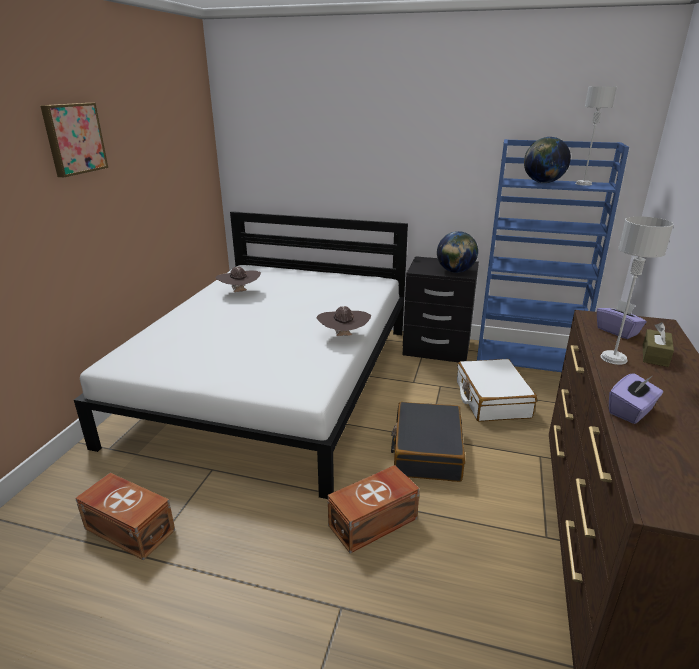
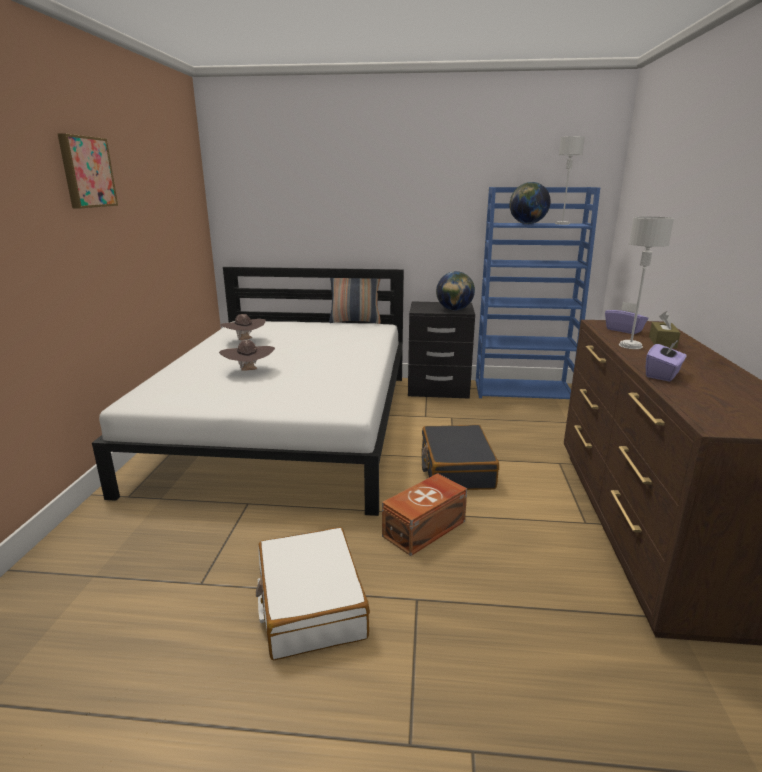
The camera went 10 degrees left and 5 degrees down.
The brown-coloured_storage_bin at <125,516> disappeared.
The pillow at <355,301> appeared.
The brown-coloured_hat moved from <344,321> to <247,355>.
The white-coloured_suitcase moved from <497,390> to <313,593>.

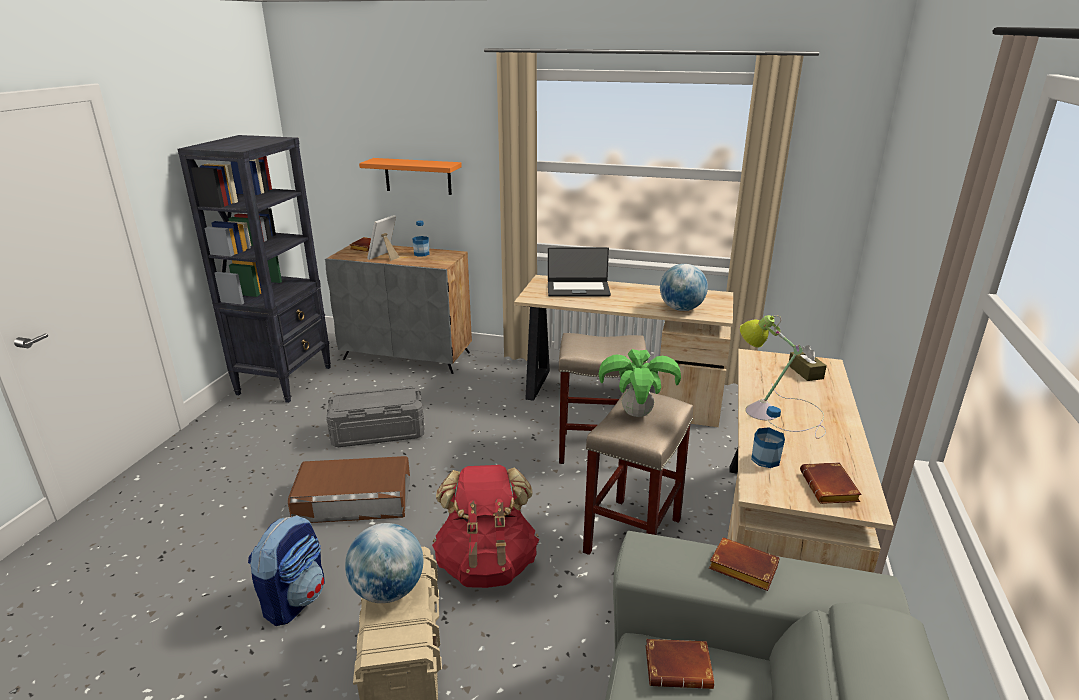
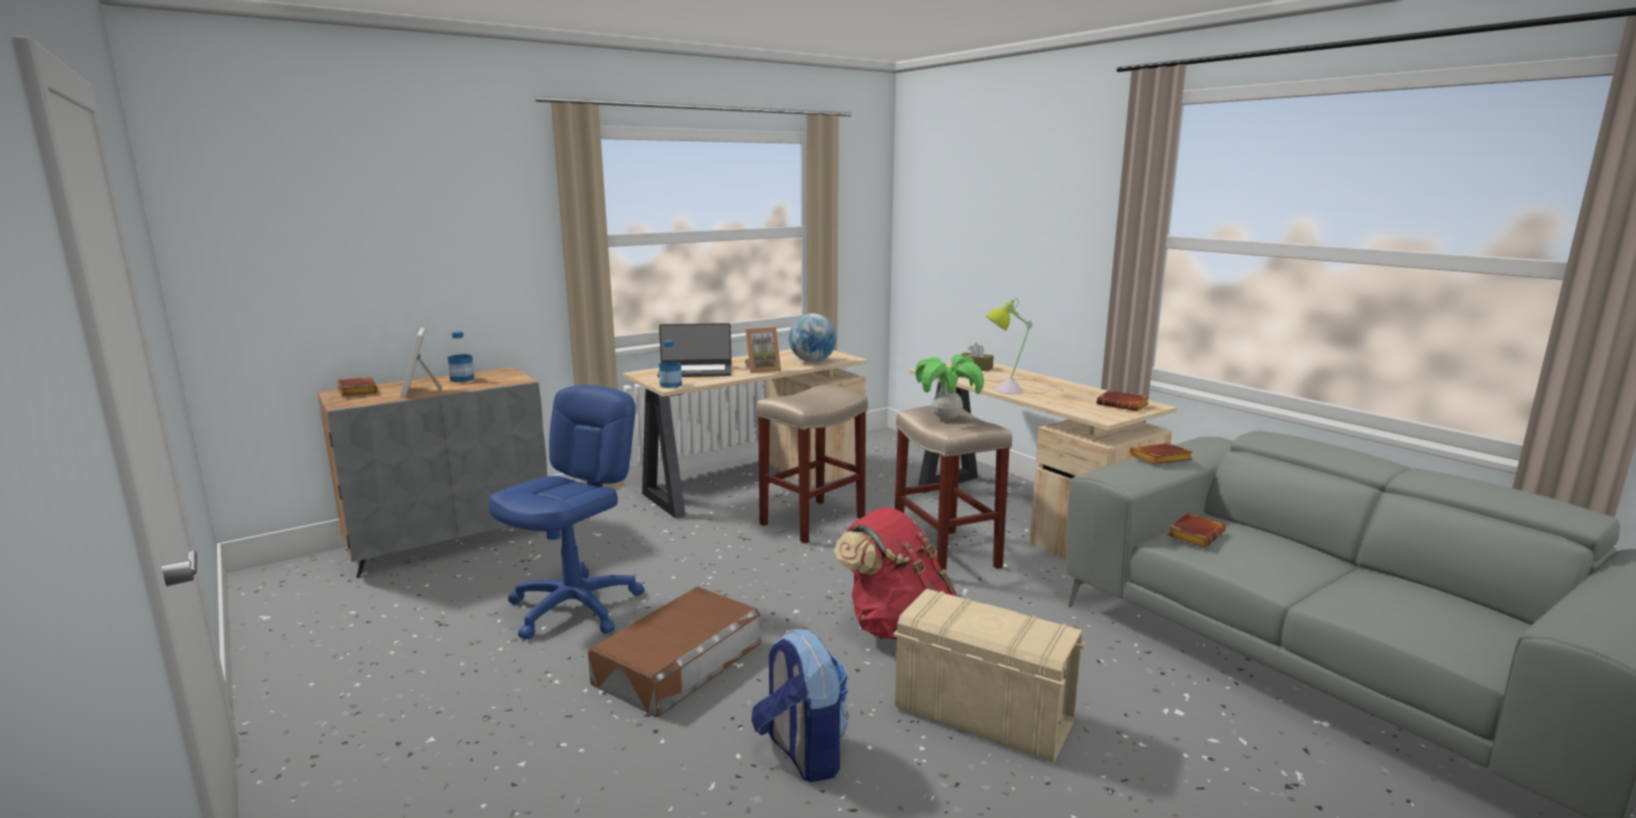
The camera went 50 degrees left and 10 degrees down.
The black_bookcase at <254,269> disappeared.
The world_globe at <384,563> disappeared.
The orange-coloured_wall_shelf at <410,176> disappeared.
The photo_frame at <763,350> appeared.
The drink_bottle moved from <768,437> to <670,364>.
The grey_storage_bin at <375,416> was replaced by the blue-coloured_desk_chair at <566,512>.
The portable_computer at <579,272> turned 45 degrees clockwise.

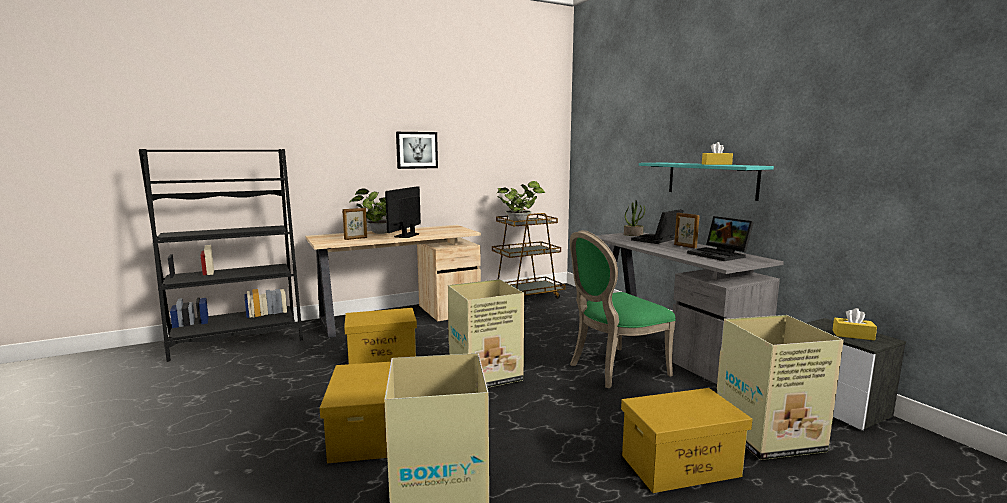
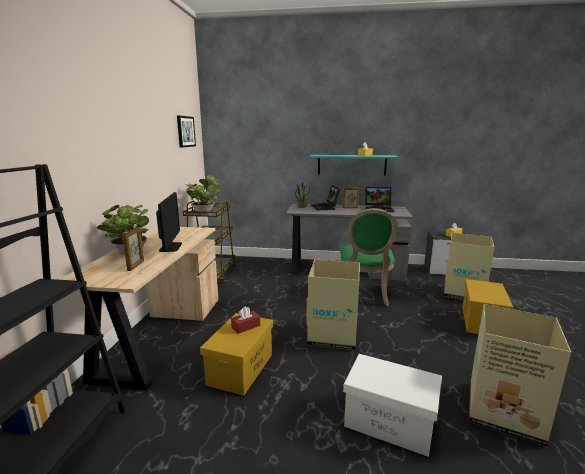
The camera went 55 degrees left and 5 degrees up.
The red_tissue_box at <245,320> appeared.
The picture moved from <417,150> to <186,132>.
The yellow_storage_bin at <355,412> became the white-coloured_storage_bin at <392,405>.
The computer_display at <403,212> turned 150 degrees counterclockwise.

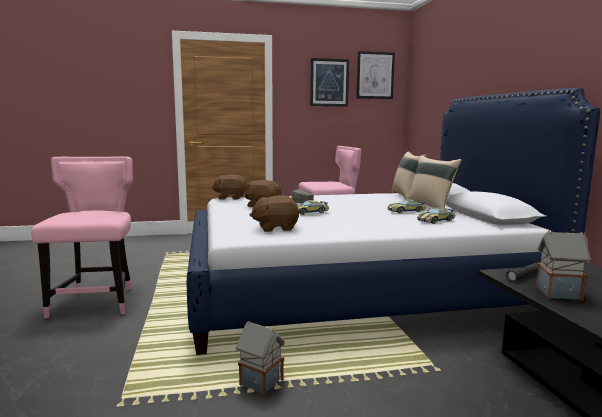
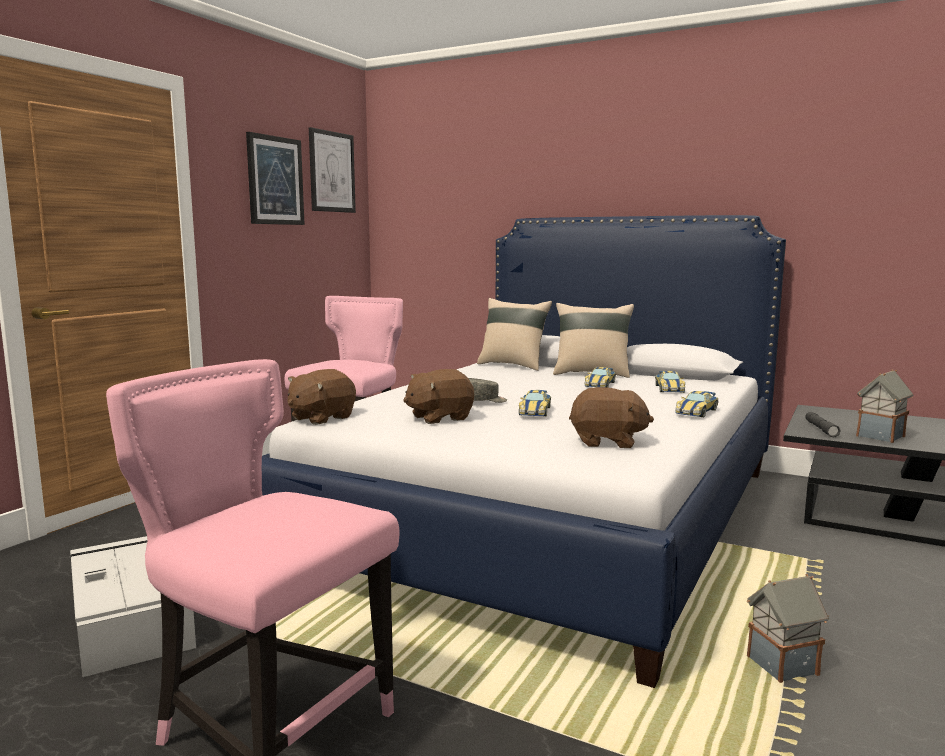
The camera went 50 degrees left and 0 degrees up.
The grey_storage_bin at <133,606> appeared.
The toy_car at <697,404> appeared.
The brown-coloured_soft_toy at <274,213> turned 105 degrees counterclockwise.

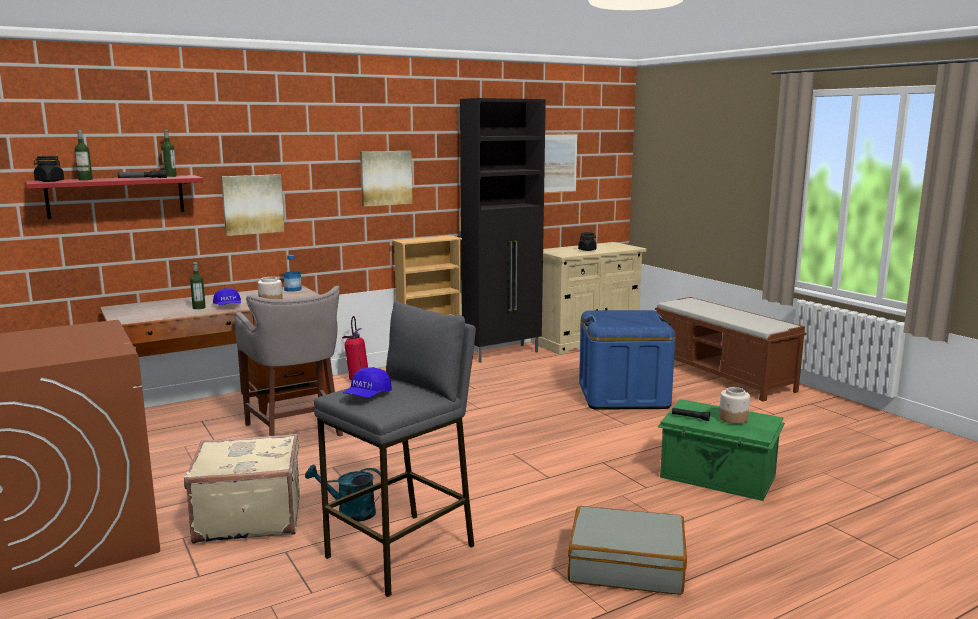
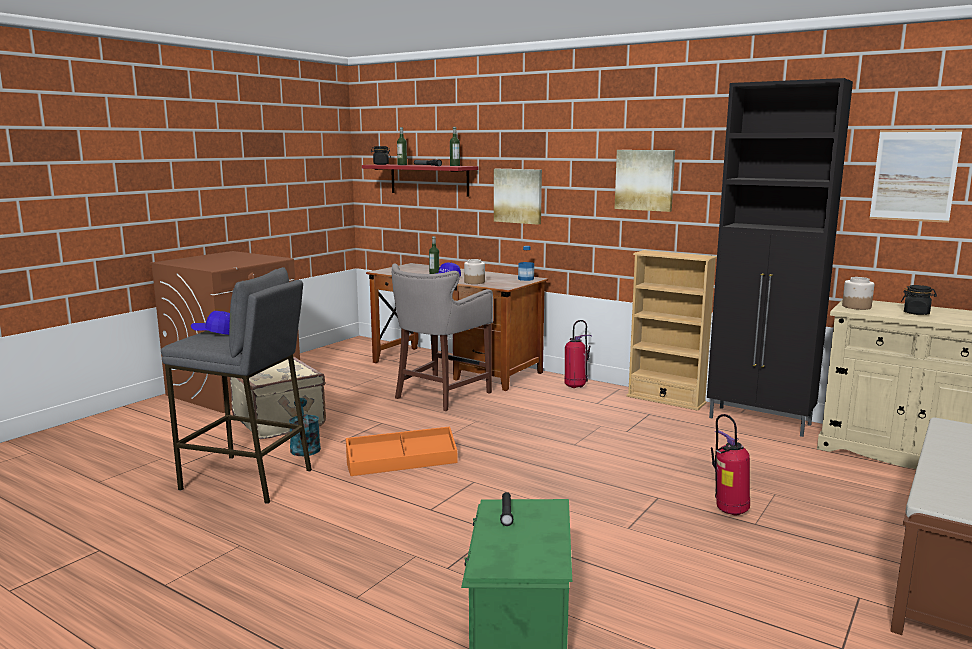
The camera went 65 degrees right and 0 degrees up.
The grey_suitcase at <627,550> disappeared.
The orange-coloured_storage_bin at <401,451> appeared.
The storage_jar moved from <734,405> to <858,293>.
The blue-coloured_storage_bin at <627,360> was replaced by the fire-fighting_cylinder at <730,465>.

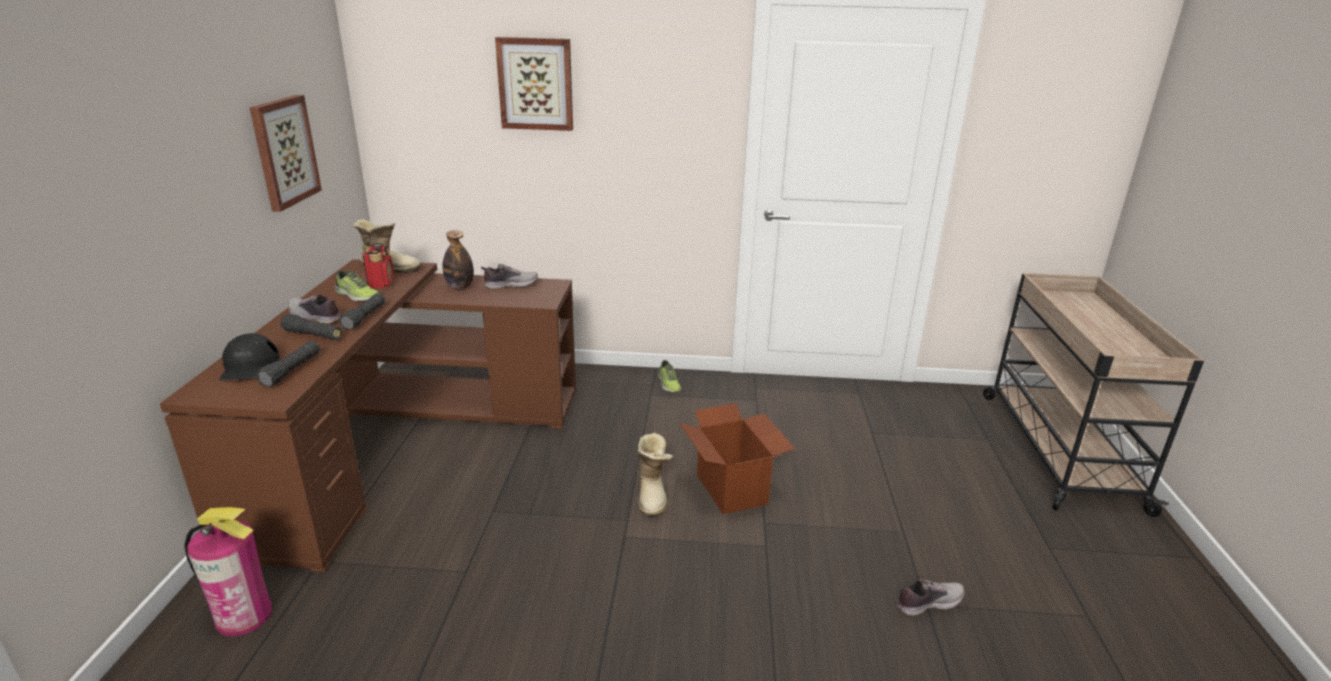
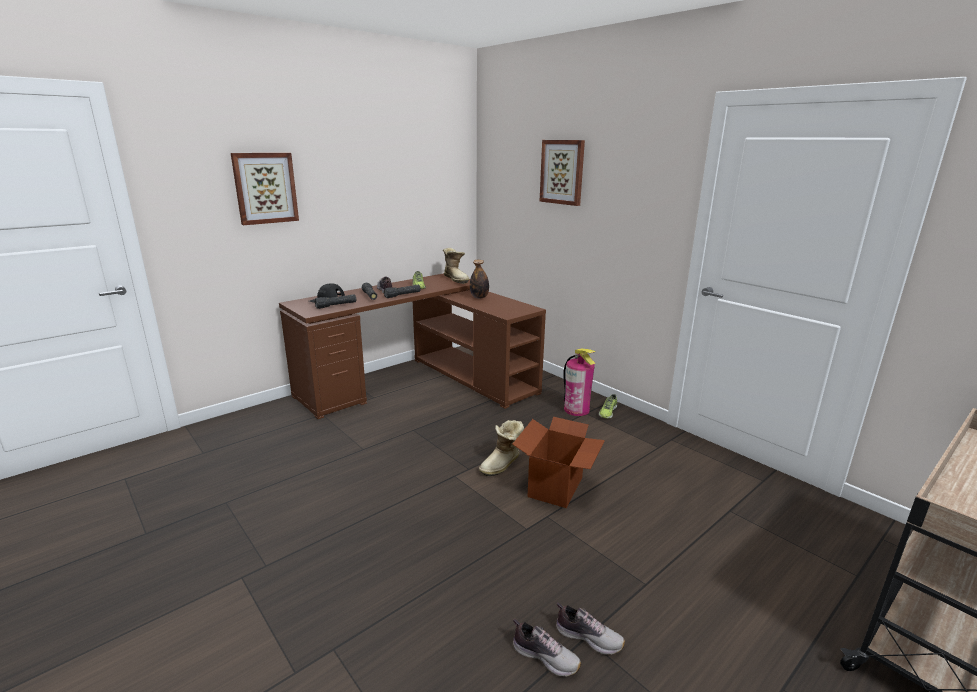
The camera went 45 degrees right and 5 degrees down.
The radio at <378,266> disappeared.
The fire-fighting_cylinder moved from <228,572> to <579,382>.
The picture moved from <285,153> to <265,189>.
The shoe moved from <509,276> to <547,647>.

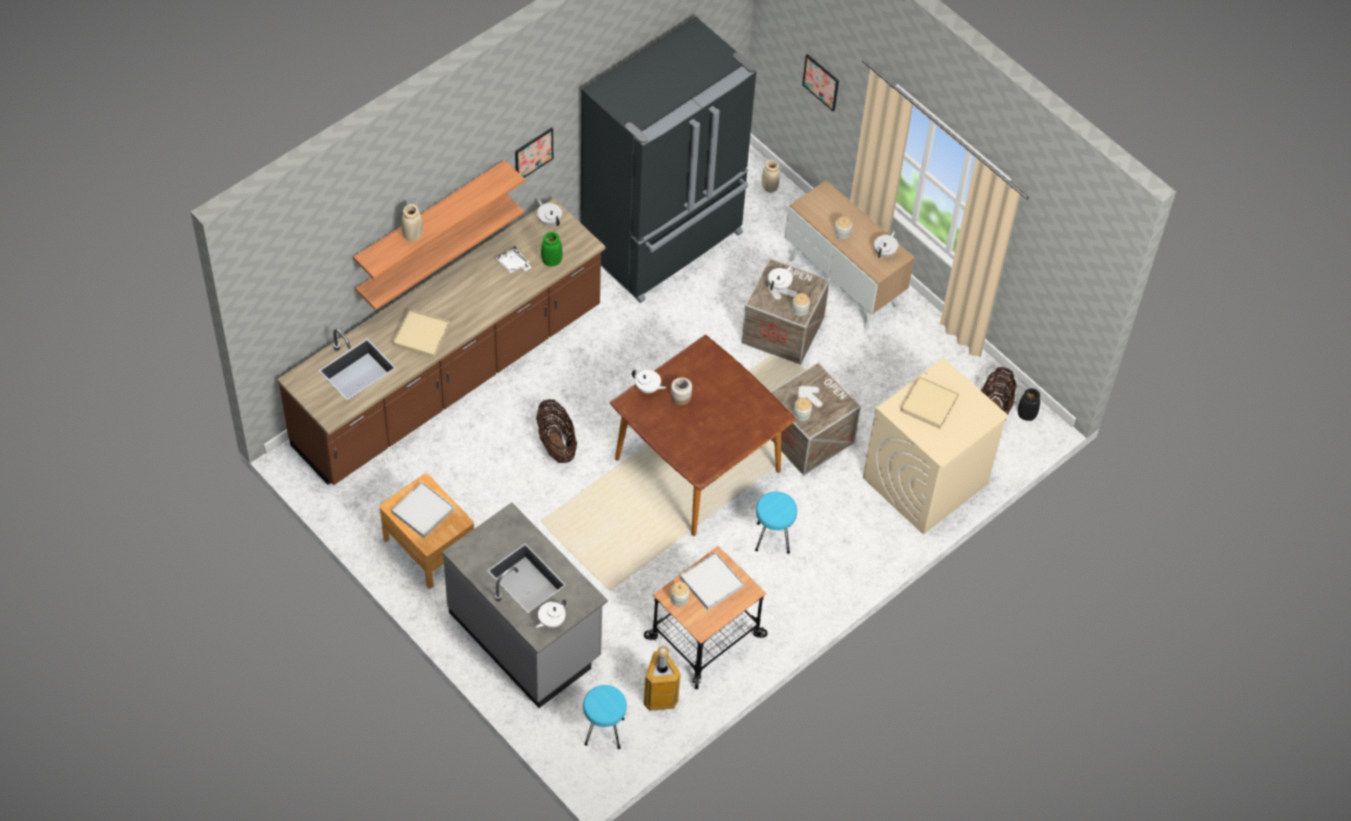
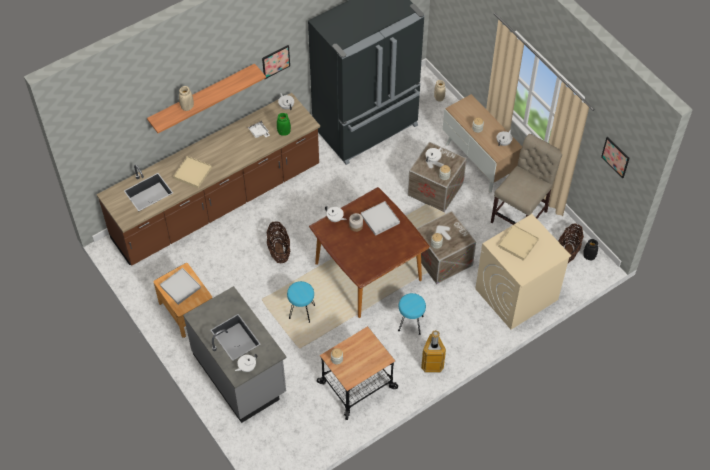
The camera went 10 degrees right and 0 degrees up.
The wall_shelf at <439,252> disappeared.
The beige-coloured_upright_chair at <526,179> appeared.
The blue-green_stool_seat moved from <605,717> to <301,302>.
The trash_can moved from <662,678> to <433,351>.
The white-coloured_tray moved from <712,581> to <380,218>.
The picture moved from <820,83> to <615,157>.

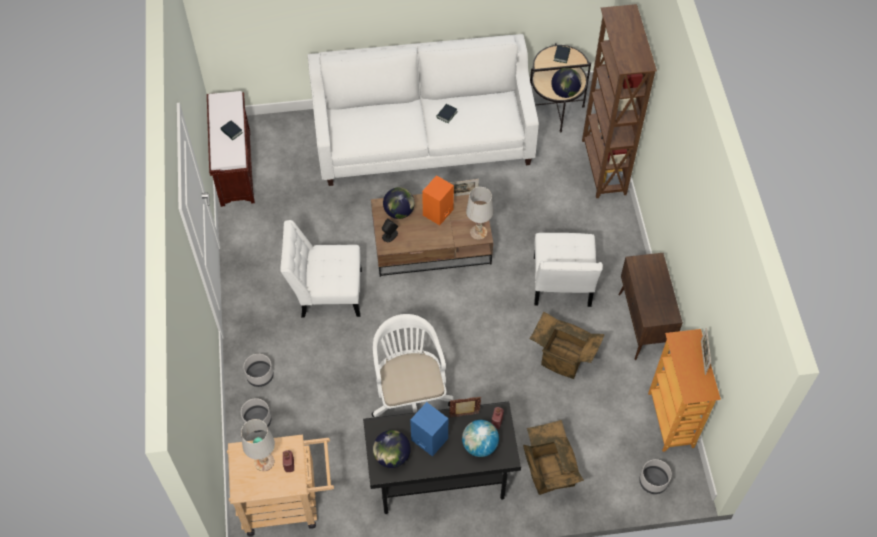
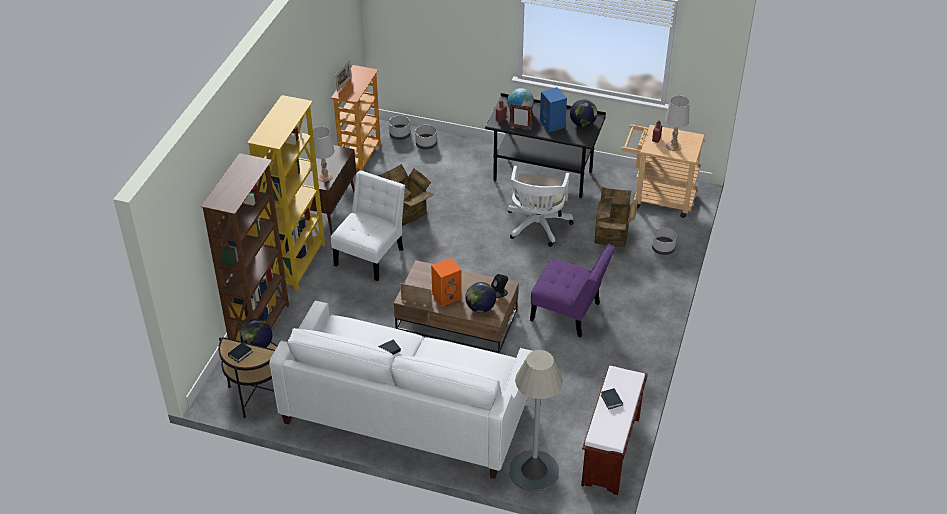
The camera went 155 degrees left and 15 degrees down.
The yellow_bookcase at <286,193> appeared.
The grey_floor_lamp at <536,421> appeared.
The grey_plant_pot moved from <259,370> to <426,137>.
The white-coloured_lamp_for_a_table moved from <479,213> to <323,154>.
The packing_box moved from <553,457> to <616,217>.
The white-coloured_upright_chair at <321,268> became the purplish_upright_chair at <572,291>.

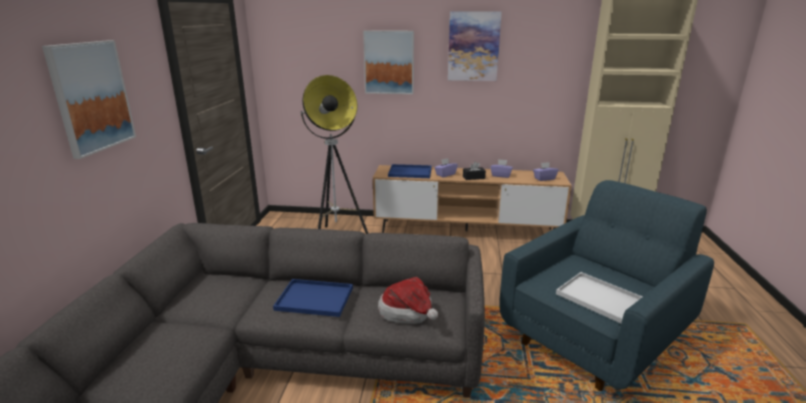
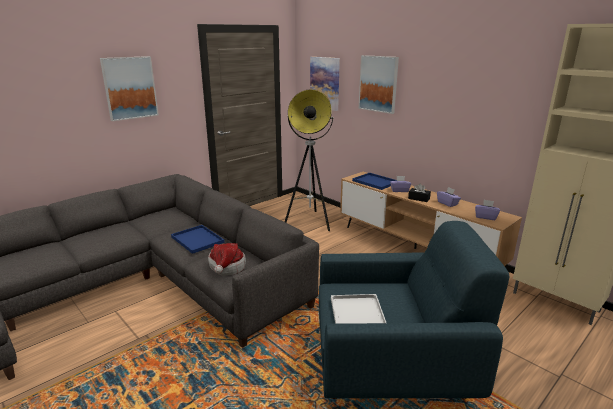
The camera went 40 degrees right and 0 degrees up.
The picture moved from <475,46> to <325,84>.

